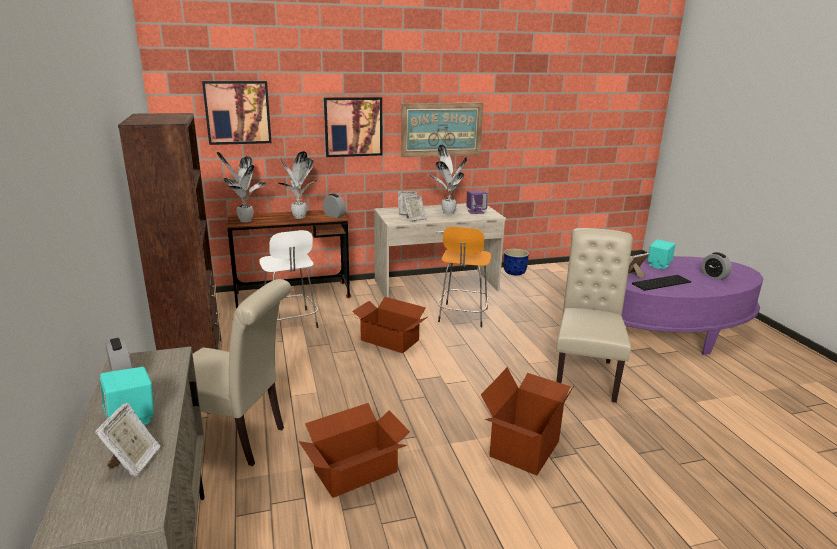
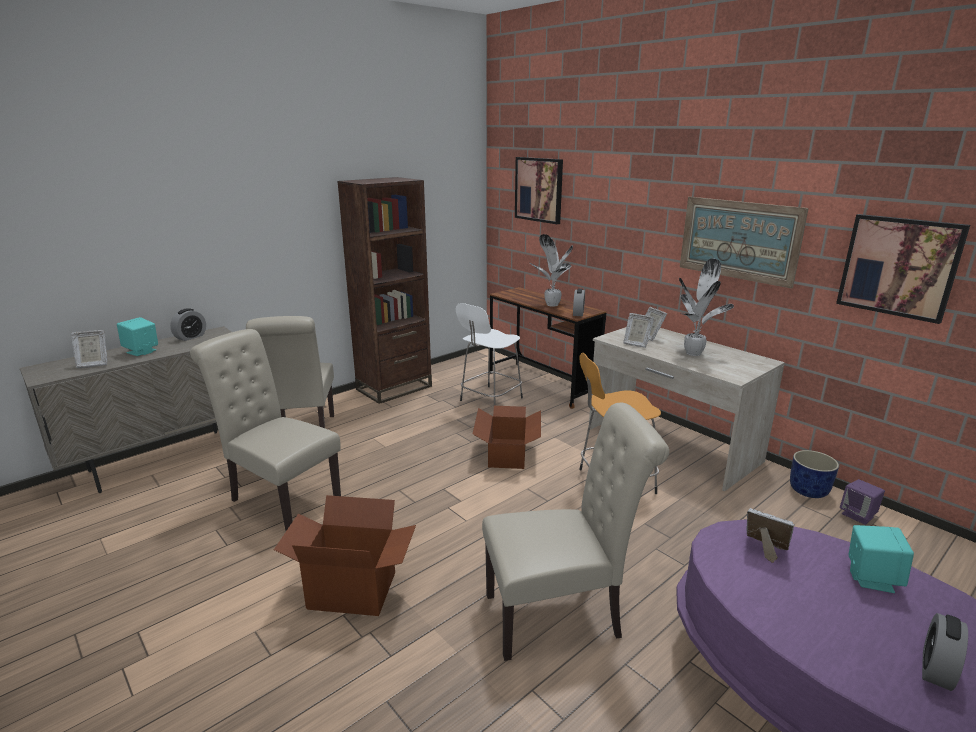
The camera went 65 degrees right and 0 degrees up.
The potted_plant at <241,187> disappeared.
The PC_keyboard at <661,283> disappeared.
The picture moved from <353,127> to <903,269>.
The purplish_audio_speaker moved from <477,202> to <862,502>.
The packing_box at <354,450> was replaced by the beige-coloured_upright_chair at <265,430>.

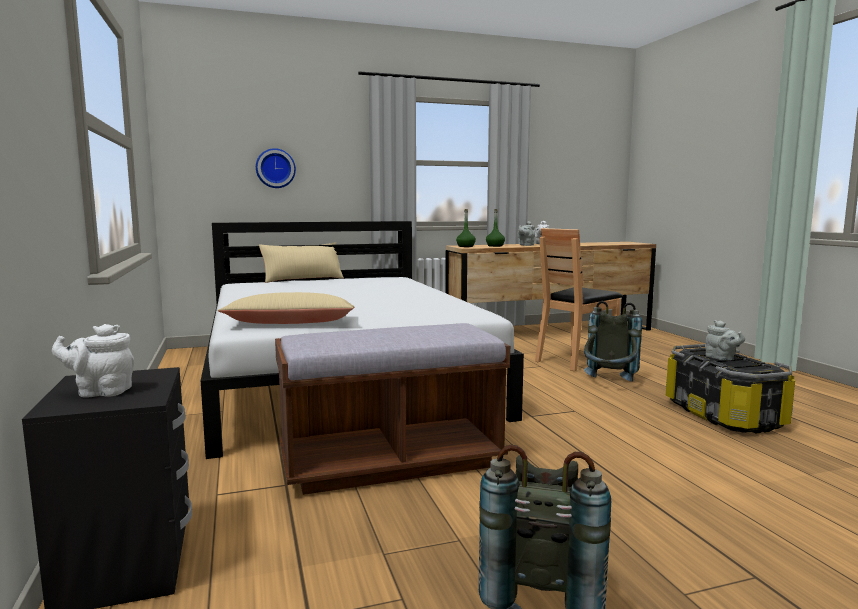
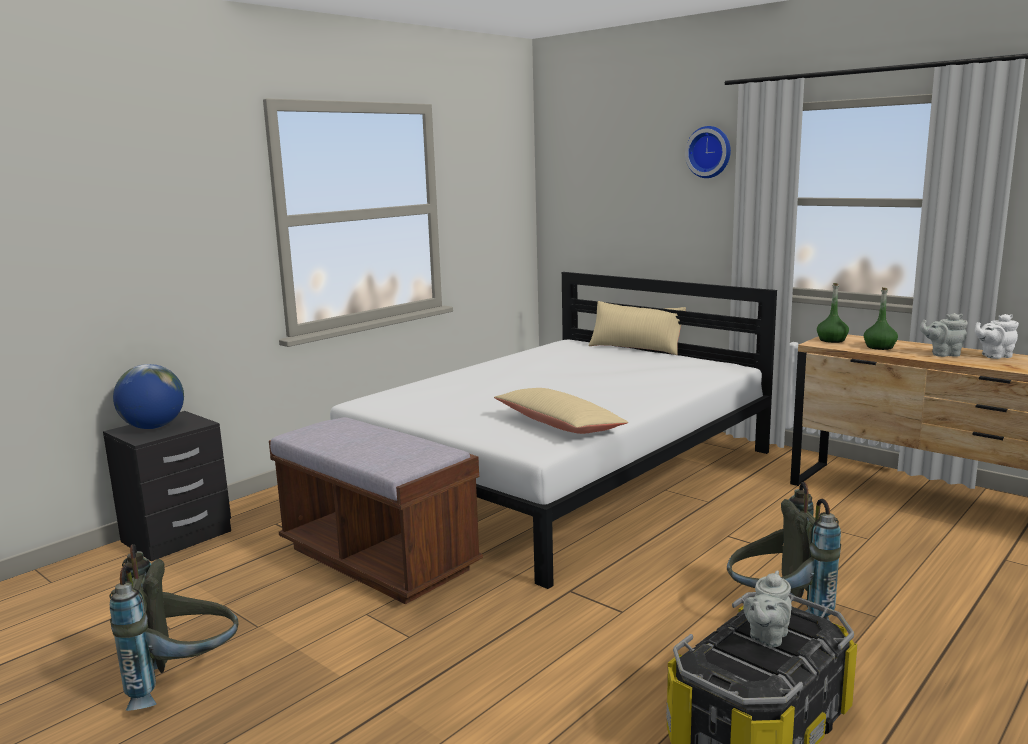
The camera went 60 degrees right and 5 degrees up.
The brown-coloured_upright_chair at <579,299> disappeared.
The beige-coloured_pillow moved from <286,308> to <561,411>.
The wall_clock moved from <276,168> to <708,152>.
The white-coloured_teapot at <93,361> was replaced by the world_globe at <148,396>.

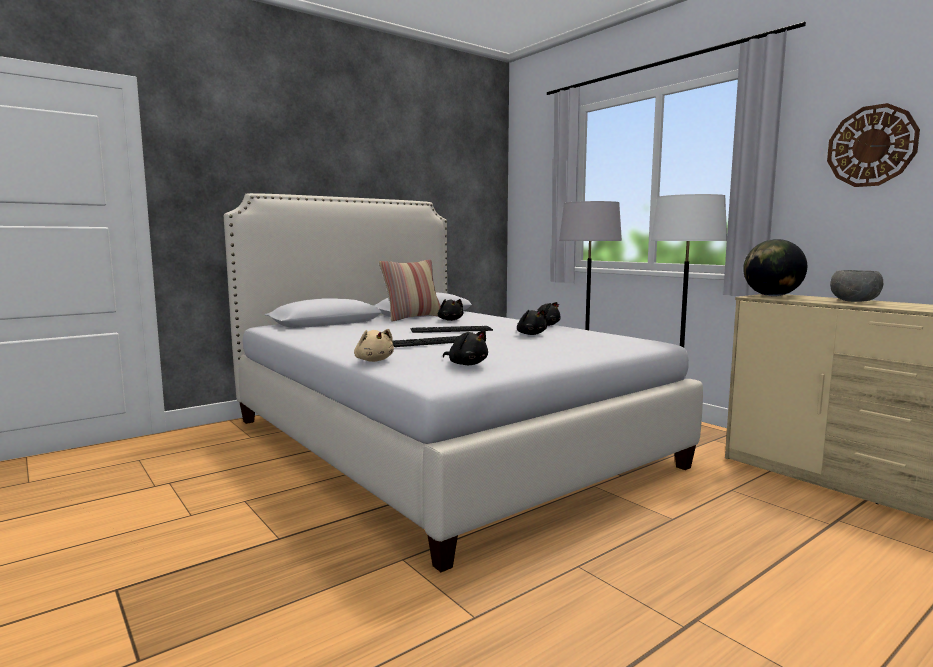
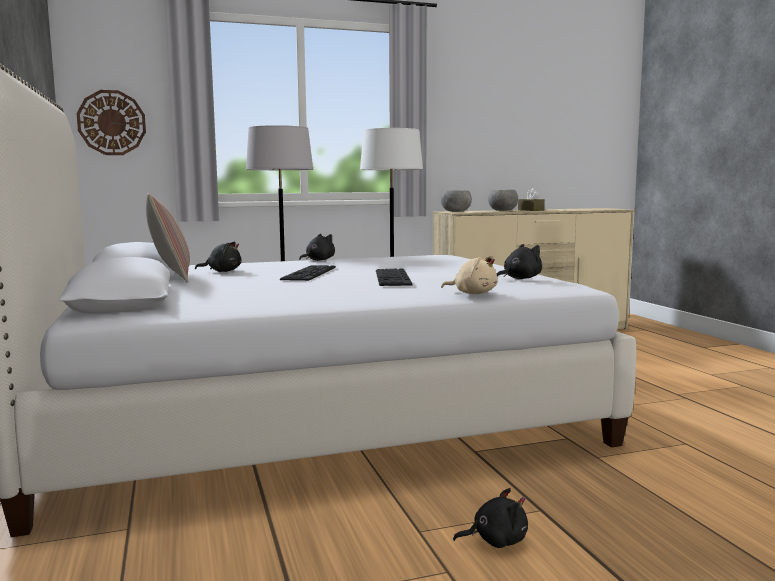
The camera went 70 degrees left and 0 degrees up.
The brown-coloured_tissue_box at <531,199> appeared.
The black_soft_toy moved from <532,322> to <490,518>.
The wall_clock moved from <873,145> to <111,122>.
The world_globe at <775,267> was replaced by the grey_serving_bowl at <456,201>.
The beige-coloured_soft_toy at <374,345> turned 45 degrees clockwise.

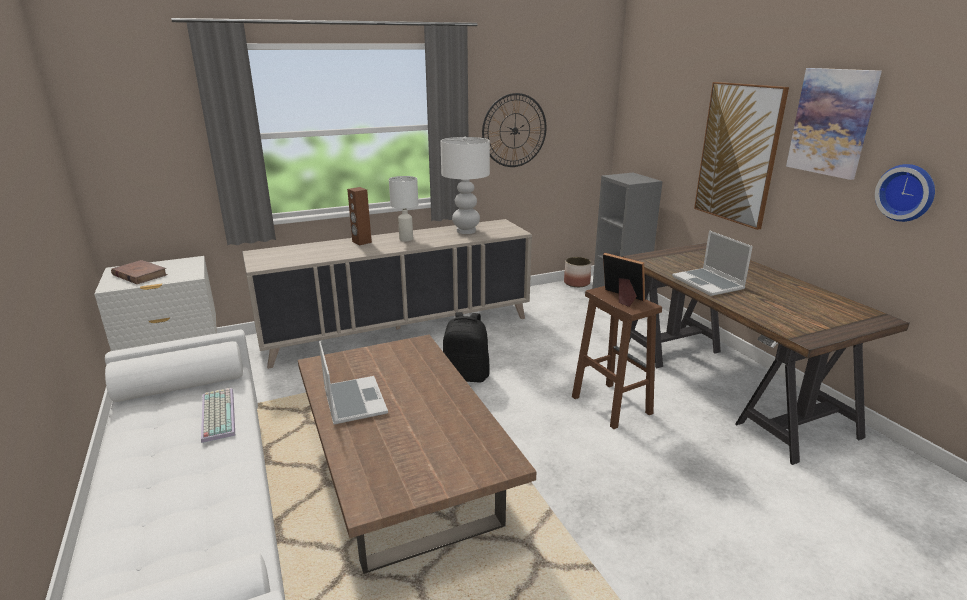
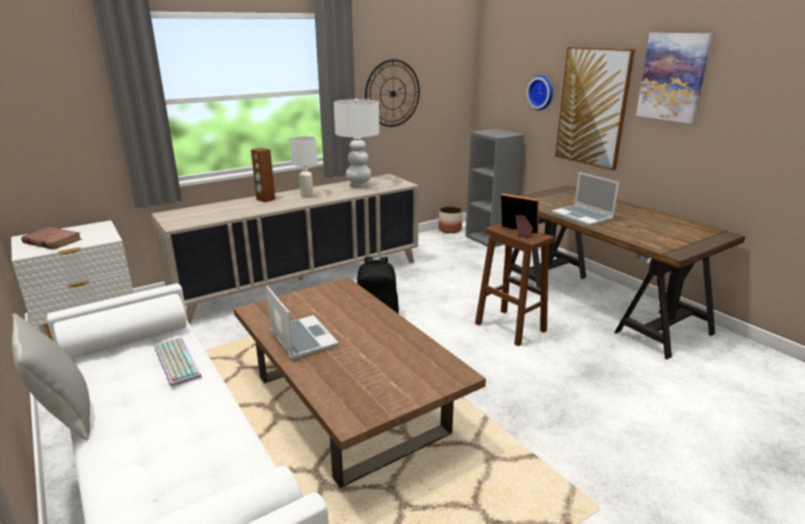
The camera went 10 degrees left and 0 degrees up.
The grey_pillow at <51,376> appeared.
The wall_clock moved from <905,193> to <539,92>.

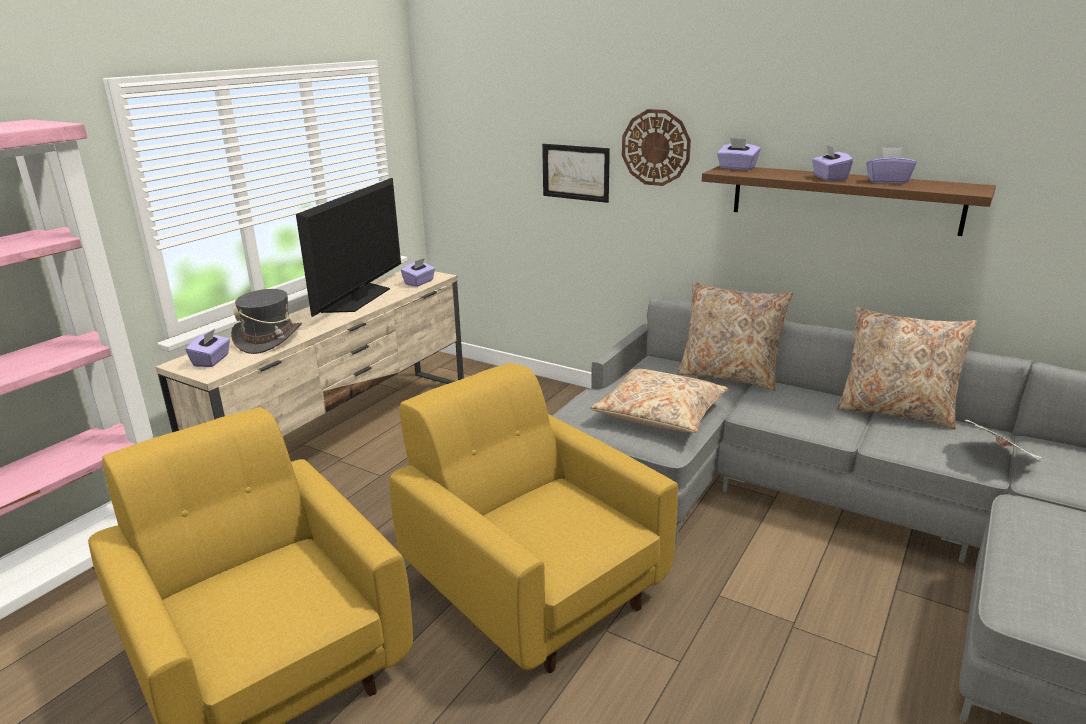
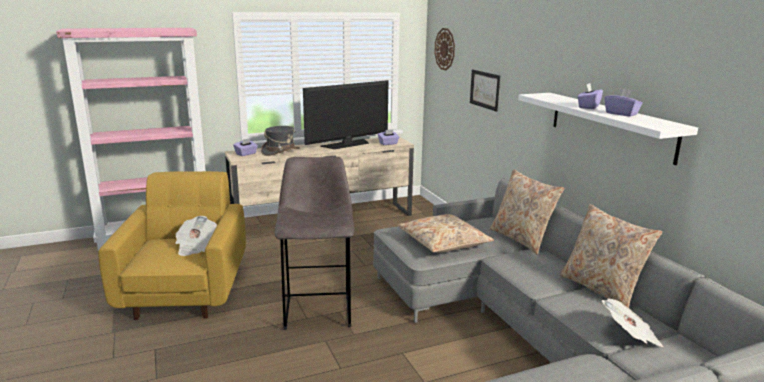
The camera went 35 degrees right and 5 degrees down.
The purplish_tissue_box at <739,154> disappeared.
The daily_paper at <196,236> appeared.
The wall_clock moved from <656,147> to <444,49>.
The yellow_easy_chair at <534,518> was replaced by the grey_stool_seat at <314,243>.
The brown-coloured_wall_shelf at <849,201> became the white-coloured_wall_shelf at <608,129>.

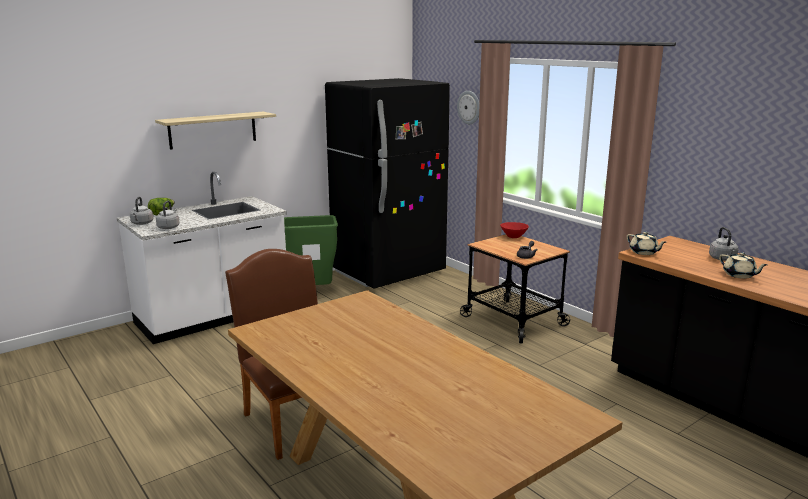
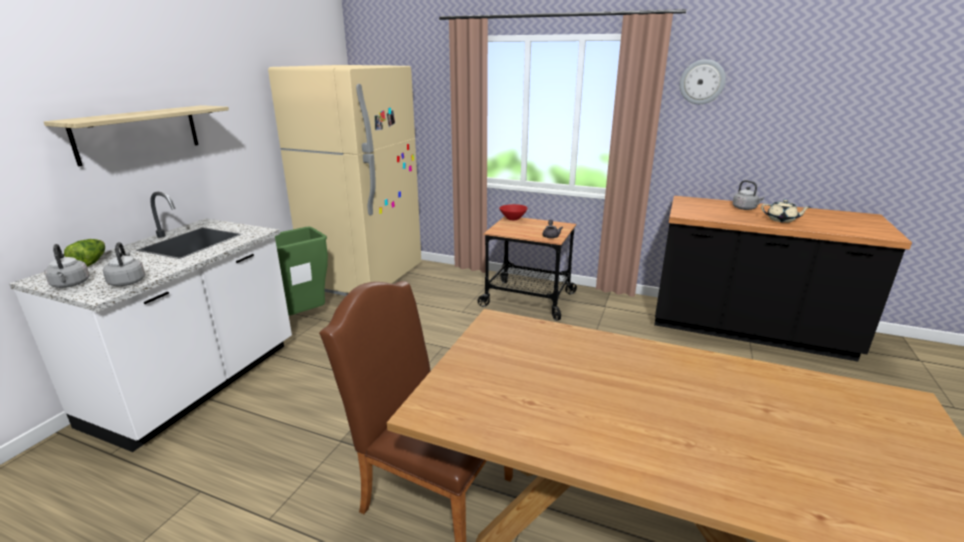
The camera went 30 degrees left and 5 degrees up.
The beige-coloured_teapot at <646,243> disappeared.
The wall_clock moved from <468,107> to <703,81>.
The black_fridge at <387,183> became the beige-coloured_fridge at <344,180>.

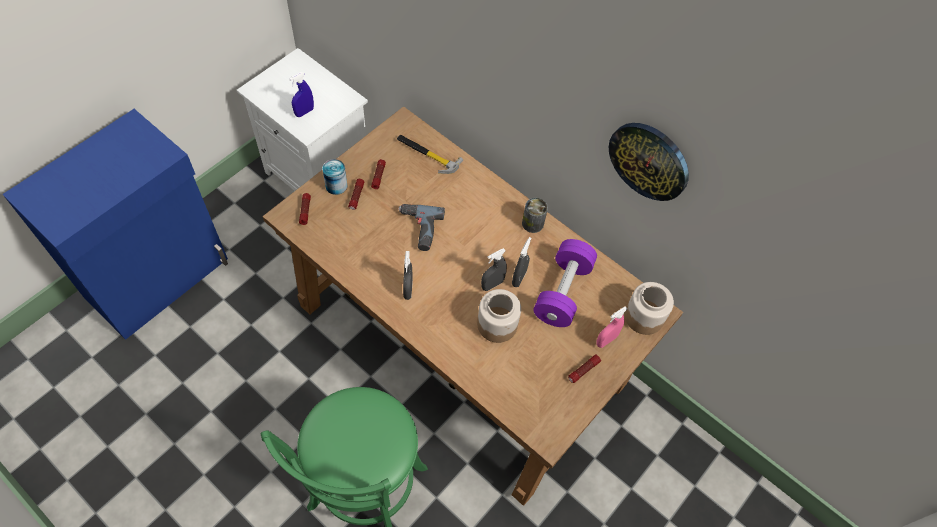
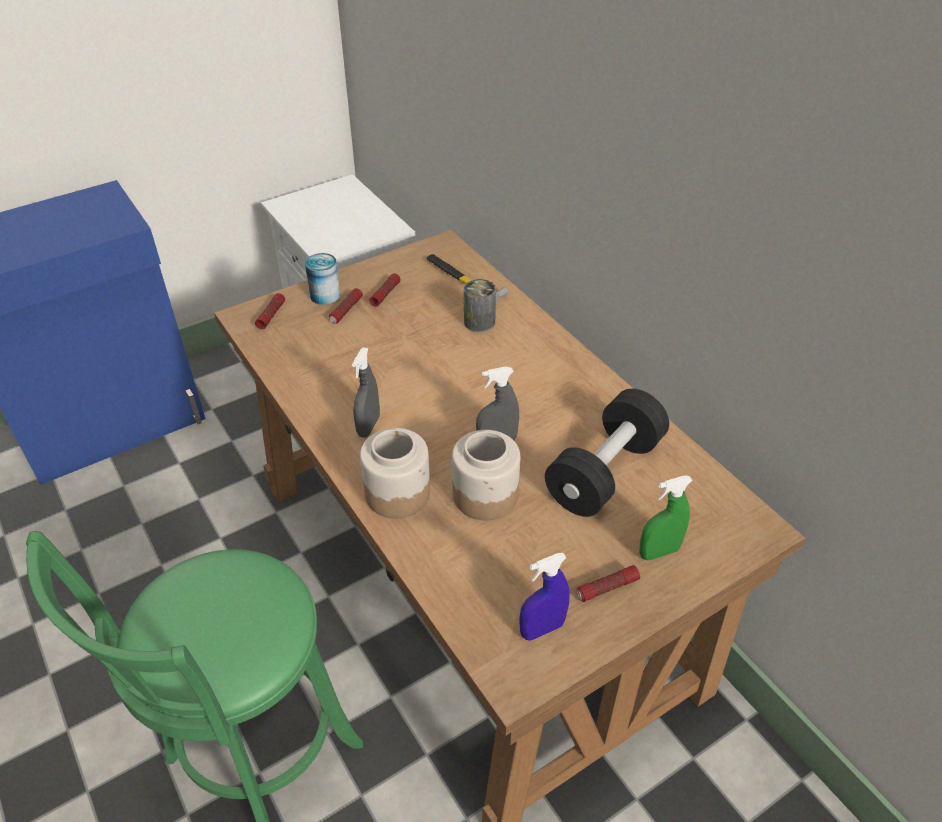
The camera went 20 degrees right and 15 degrees down.
The drill at <421,227> disappeared.
The grey_hand_sprayer at <521,262> disappeared.
The wall_clock at <649,162> disappeared.
The blue-coloured_hand_sprayer moved from <301,94> to <544,597>.
The metal_can moved from <535,215> to <480,306>.
The storage_jar moved from <649,308> to <395,473>.
The purplish_hand_weight at <565,283> became the black_hand_weight at <607,453>.
The pinkish_hand_sprayer at <612,327> became the greenish_hand_sprayer at <666,517>.

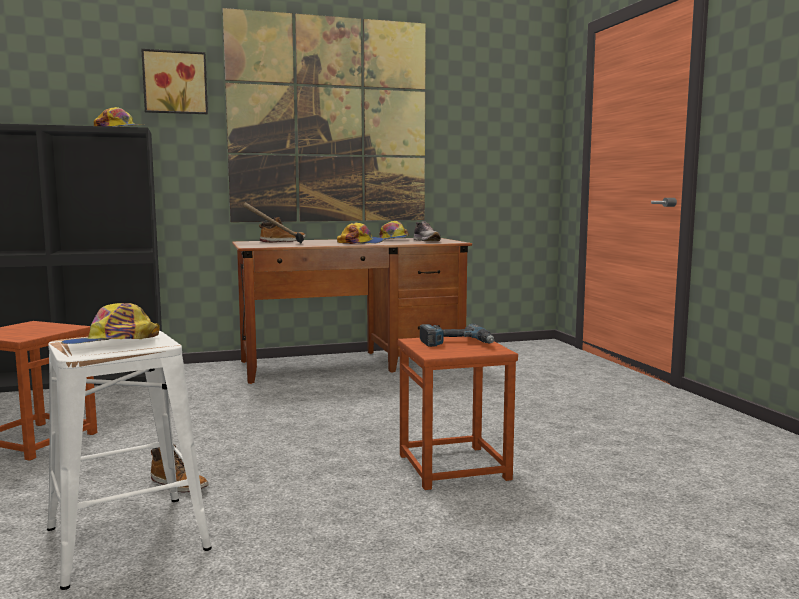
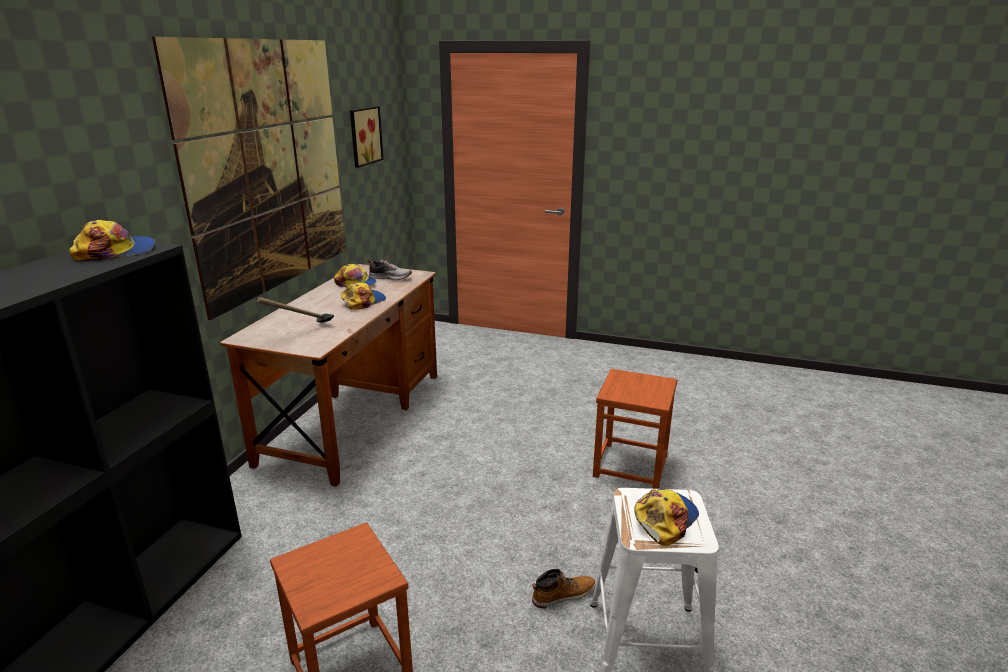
The camera went 55 degrees left and 15 degrees up.
The tall_boot at <282,229> disappeared.
The drill at <457,335> disappeared.
The picture moved from <174,81> to <367,137>.
The baseball_cap at <110,323> turned 150 degrees counterclockwise.

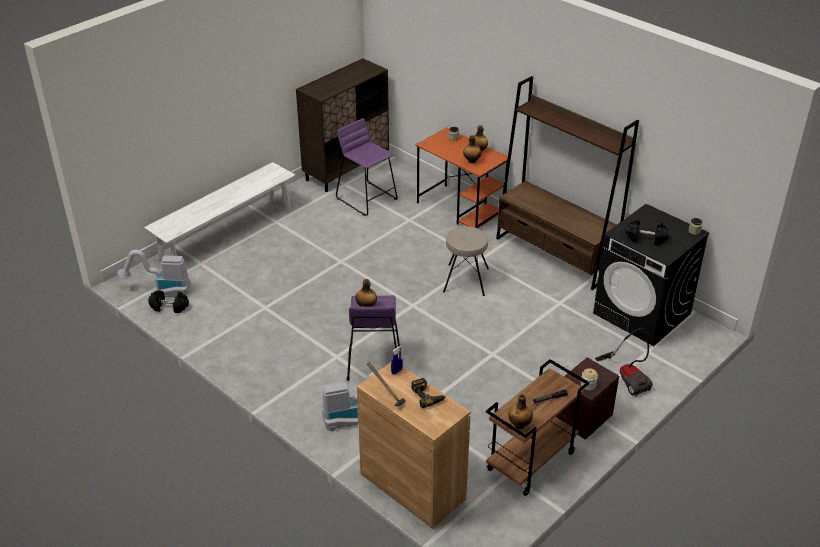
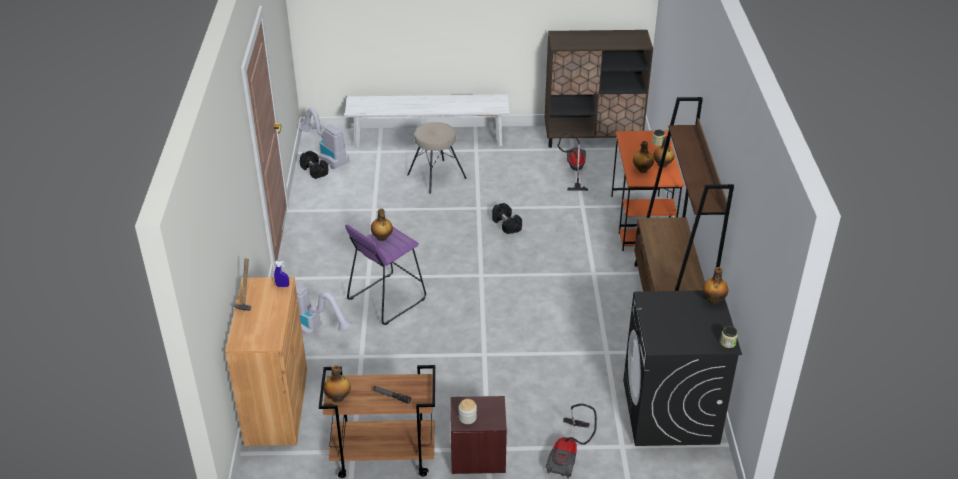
The camera went 45 degrees right and 0 degrees up.
The drill at <428,393> disappeared.
The drink_bottle at <715,285> appeared.
The beige-coloured_stool_seat moved from <466,261> to <437,158>.
The black_hand_weight moved from <647,232> to <507,218>.
The purplish_stool_seat at <367,167> was replaced by the vacuum at <573,162>.

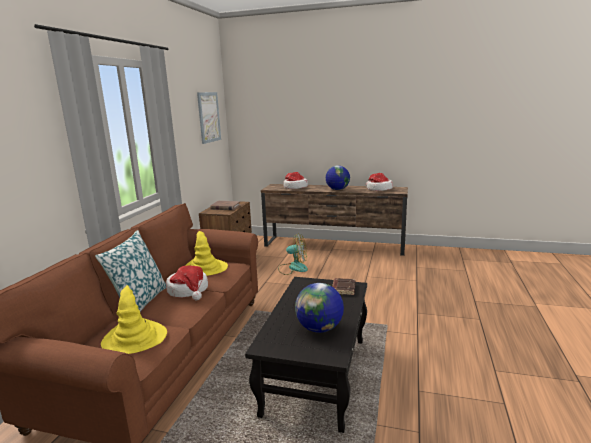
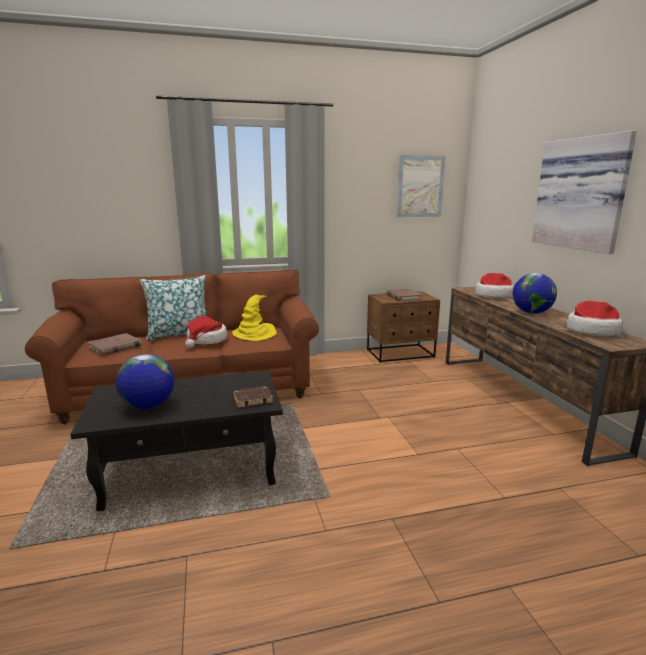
The camera went 60 degrees right and 0 degrees up.
The electric_fan at <293,254> disappeared.
The picture at <584,192> appeared.
The yellow_hat at <134,319> was replaced by the brown-coloured_bound_book at <114,344>.

